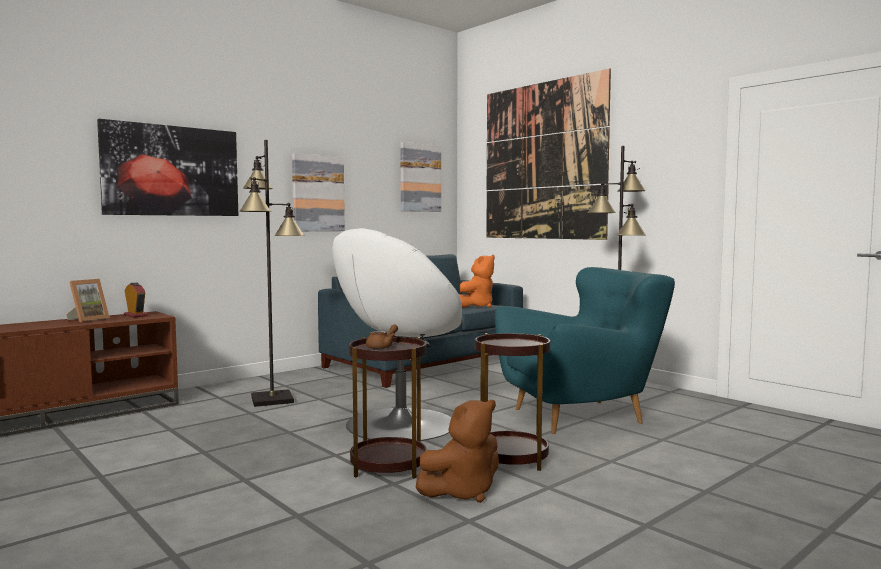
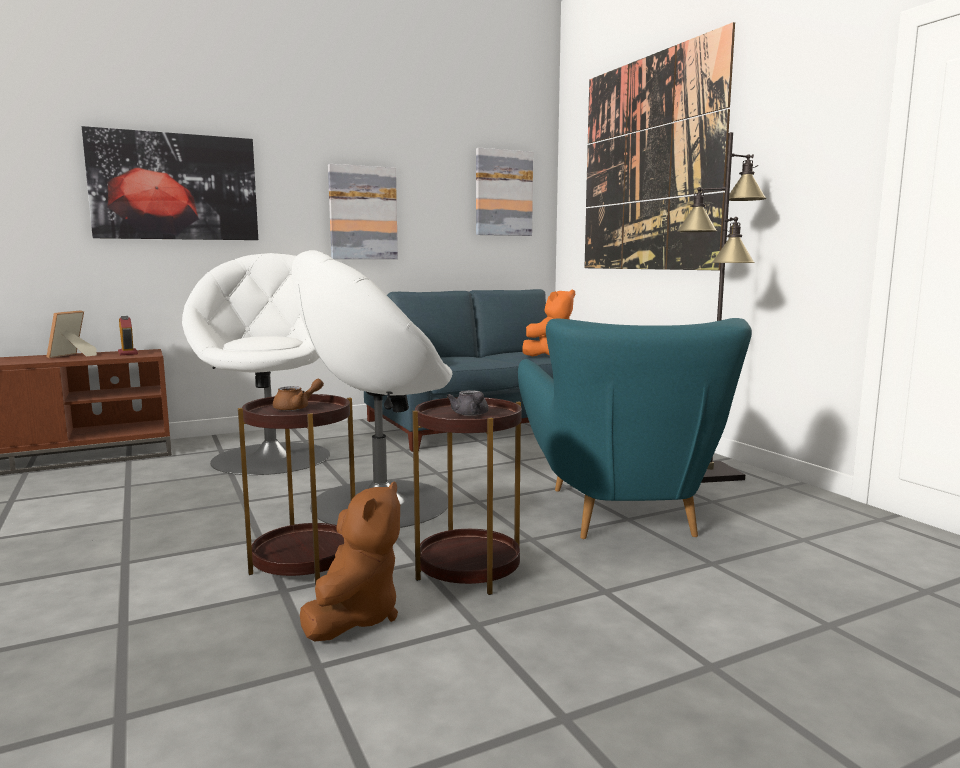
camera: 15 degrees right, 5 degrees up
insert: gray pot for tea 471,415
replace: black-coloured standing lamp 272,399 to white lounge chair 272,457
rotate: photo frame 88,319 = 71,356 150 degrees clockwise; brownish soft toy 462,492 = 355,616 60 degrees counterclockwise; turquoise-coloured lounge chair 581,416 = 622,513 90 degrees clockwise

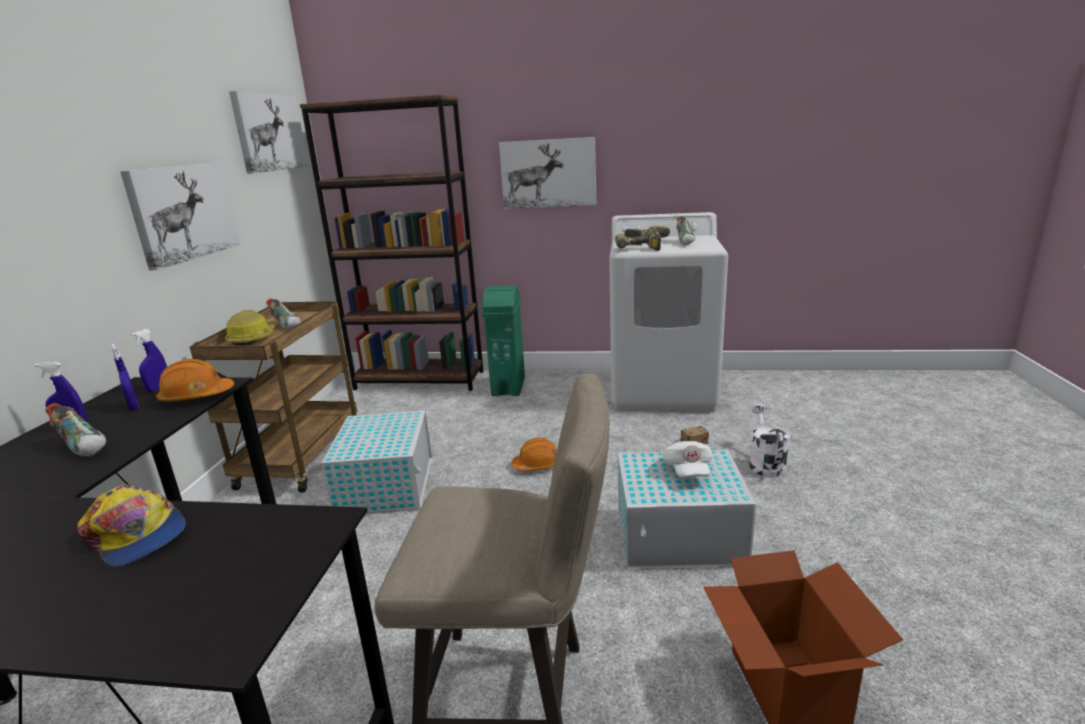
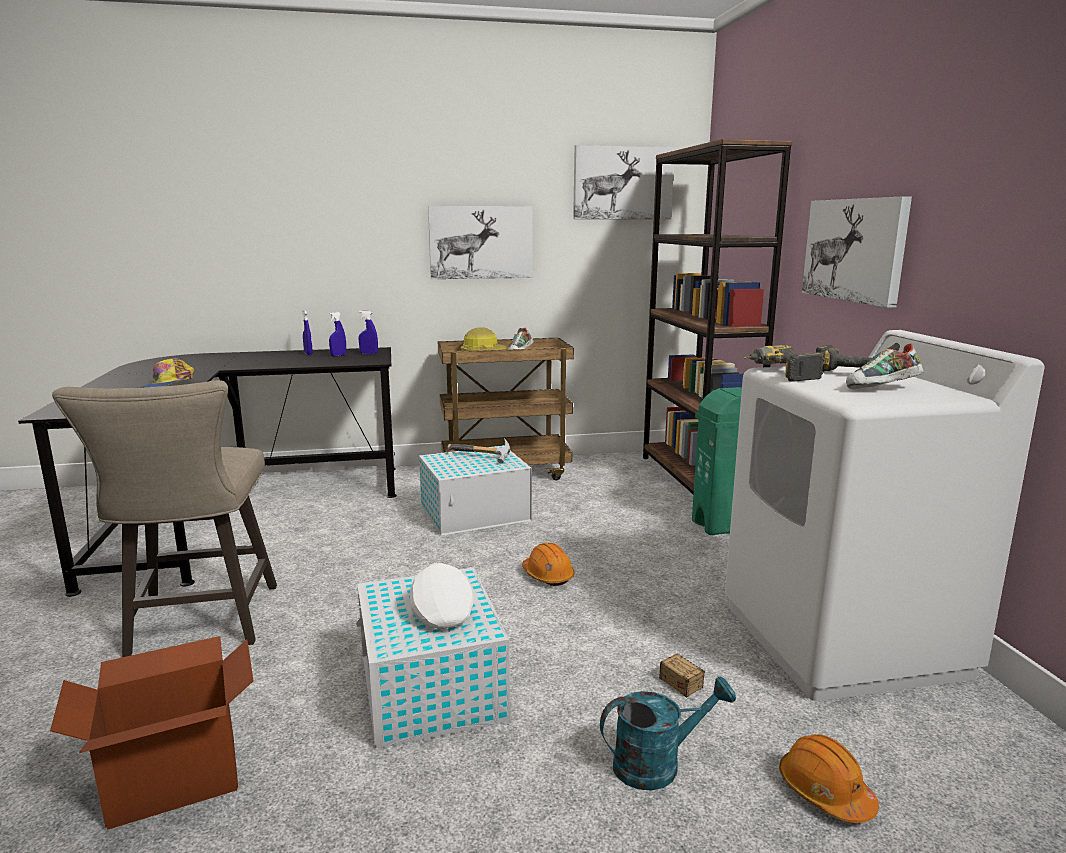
camera: 70 degrees right, 5 degrees down
delete: low shoe 85,446
insert: hand hammer 480,457
move: orange safety helmet 196,396 to 824,792
recolor: white sprinkling can 765,463 to turquoise-coloured sprinkling can 657,763
rotate: white peaked cap 687,471 = 441,612 90 degrees clockwise

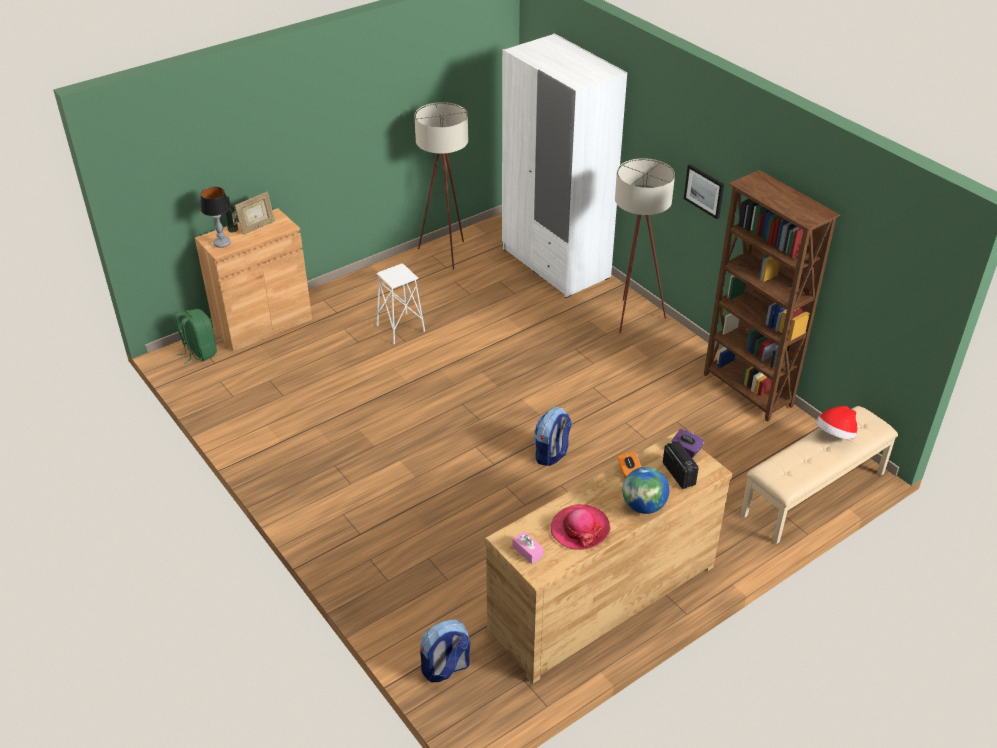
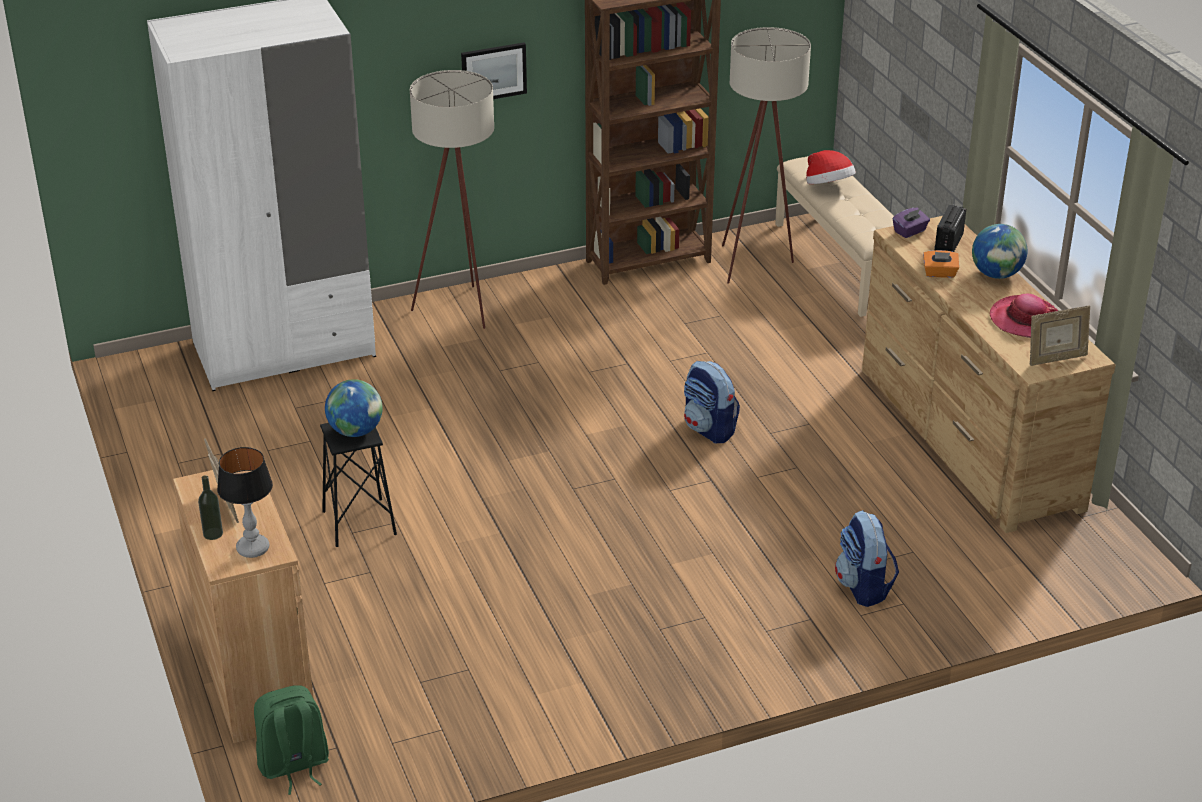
camera: 75 degrees left, 5 degrees down
insert: globe 355,431
move: beige standing lamp 446,256 to 757,264; knapsack 445,668 to 864,587
replace: pinkish tissue box 527,551 to photo frame 1056,359
recolor: white stool seat 400,328 to black-coloured stool seat 359,523
rotate: radio 678,473 = 948,244 60 degrees counterclockwise

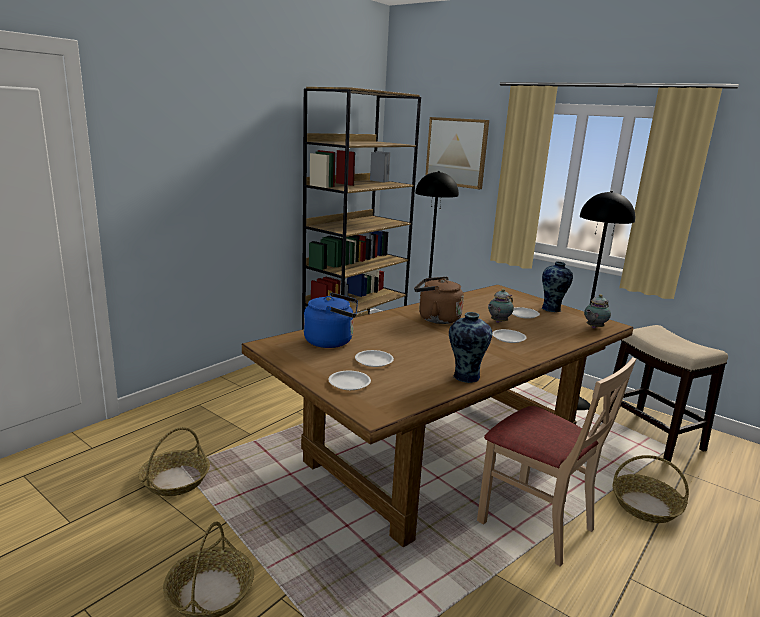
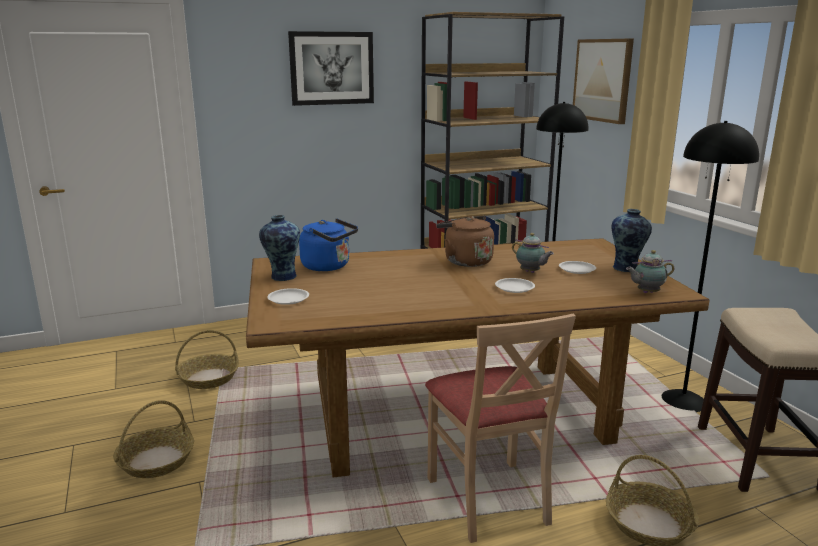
camera: 30 degrees right, 0 degrees up
delete: white dinner plate 374,361
insert: wall art 331,68
move: decorative vase 465,377 to 282,277
rotate: pot for tea 498,322 = 531,272 120 degrees counterclockwise

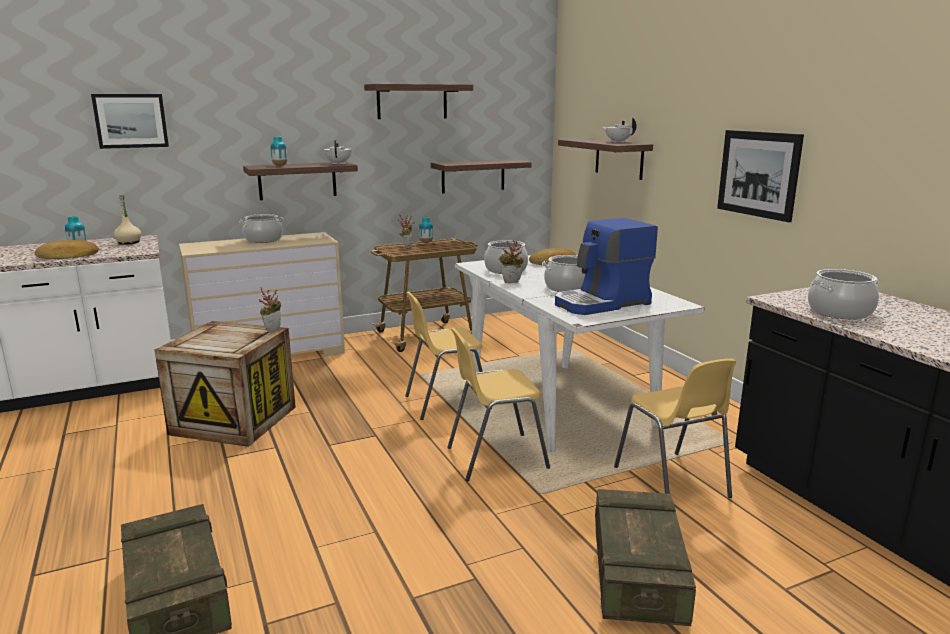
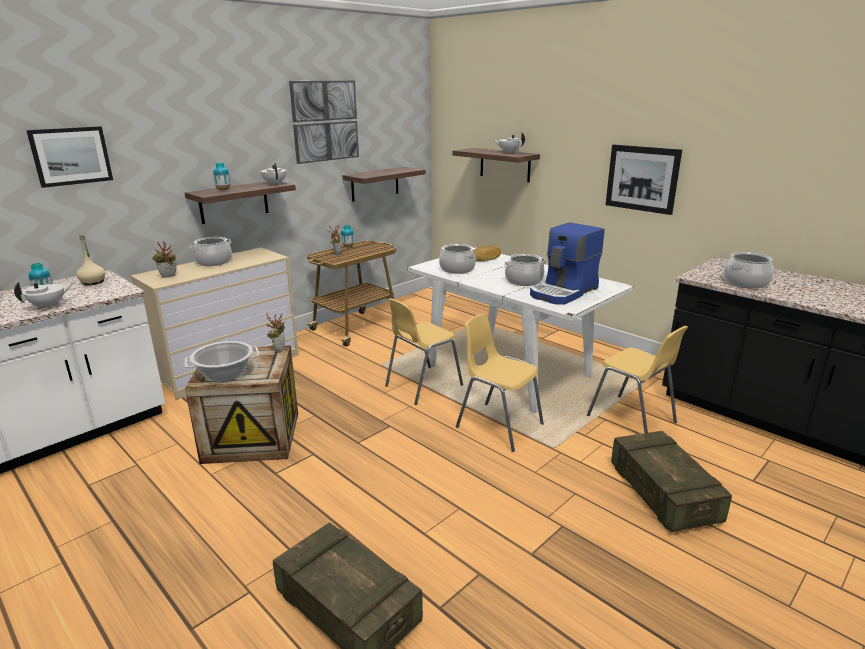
camera: 20 degrees left, 5 degrees up
insert: cooking pot 225,374
move: houseplant 511,283 to 168,277
replace: baked bread 68,256 to white pot for tea 49,306; wall shelf 412,101 to wall art 325,121
rotate: yellow-coloured plain chair 495,457 = 498,425 75 degrees clockwise

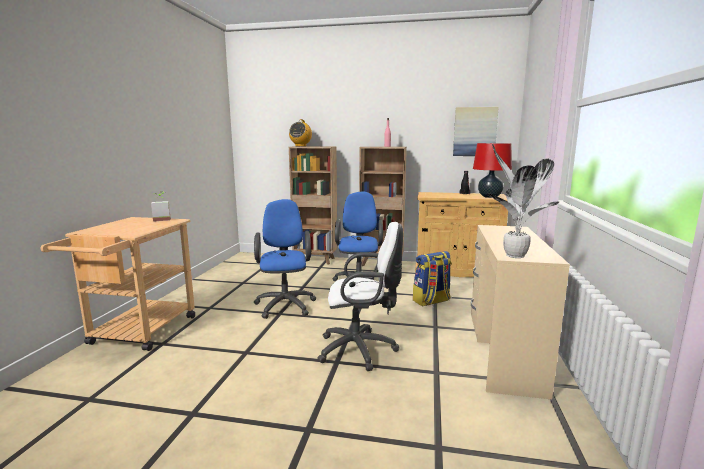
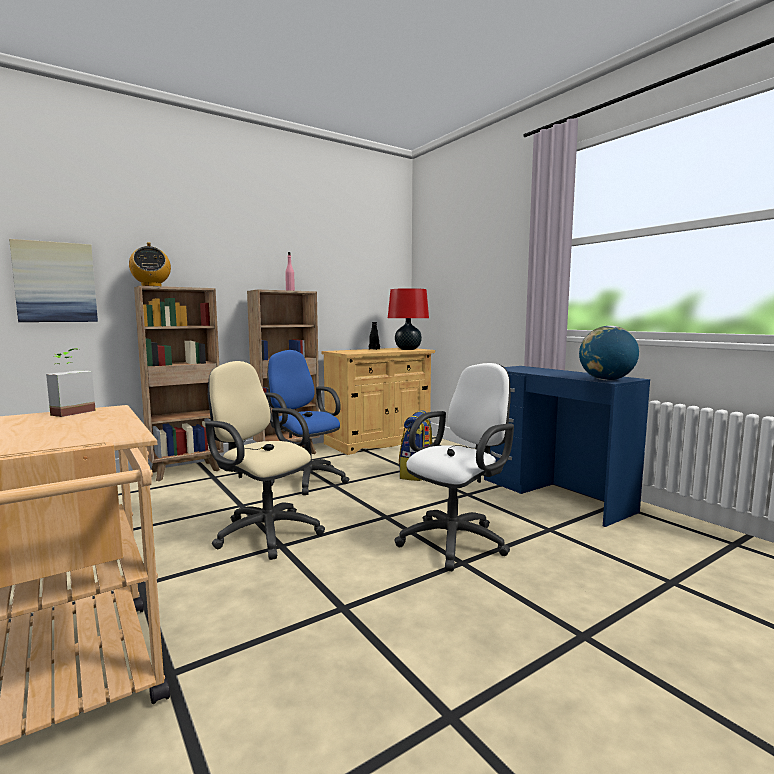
camera: 45 degrees left, 5 degrees down
move: wall art 475,132 to 55,282
replace: houseplant 513,255 to globe 606,380
recolor: blue-coloured computer chair 285,304 to beige computer chair 264,532; beige desk 504,354 to blue-coloured desk 554,495

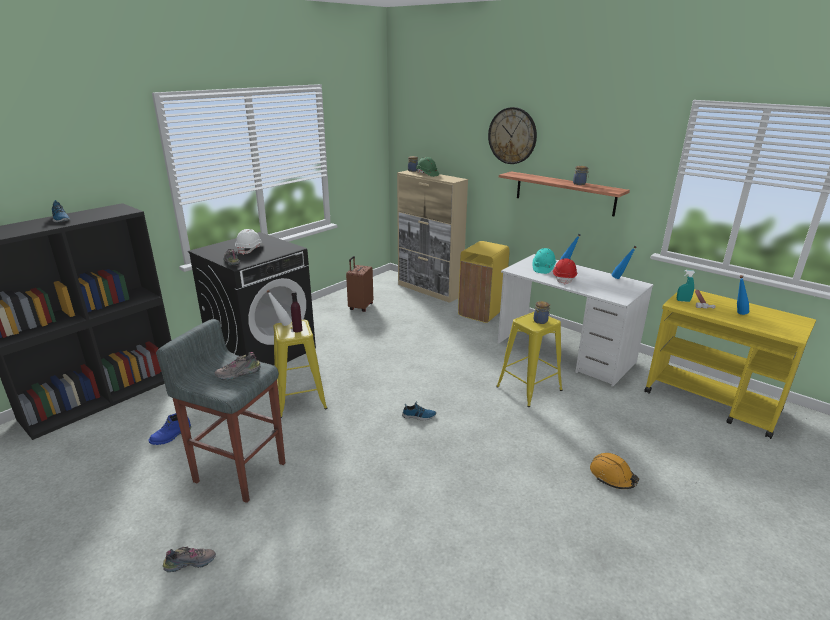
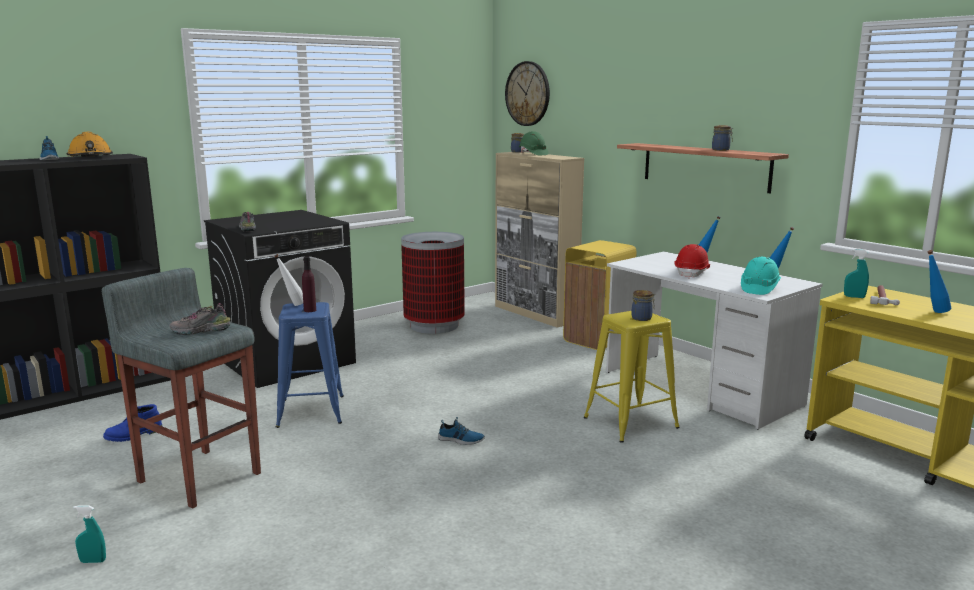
camera: 10 degrees right, 10 degrees down
delete: white safety helmet 250,249
move: wall clock 512,136 to 528,93; turquoise-coloured safety helmet 543,268 to 759,289; orange safety helmet 612,476 to 90,158
replace: low shoe 191,562 to turquoise-coloured spray bottle 93,561; brownish travel case 360,307 to rubbish bin 434,326
recolor: yellow-coloured stool seat 300,399 to blue-coloured stool seat 311,411

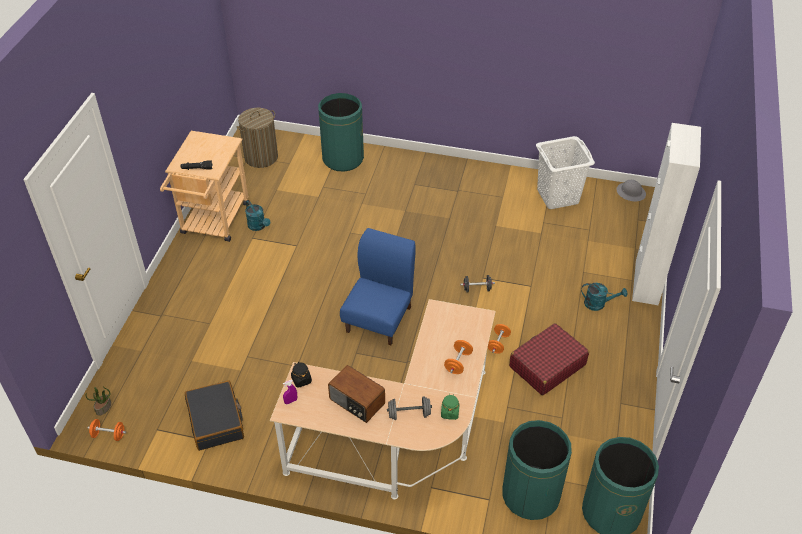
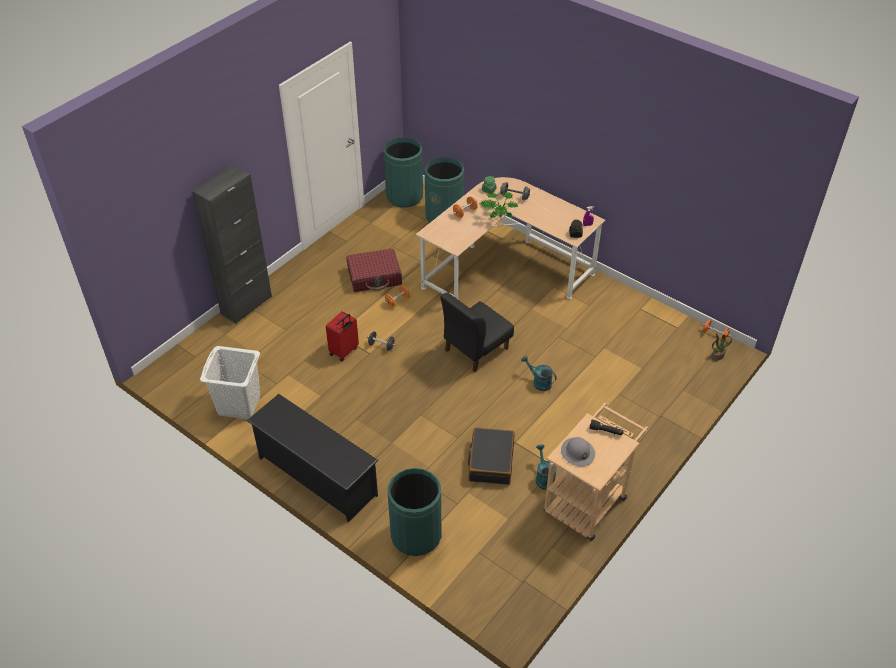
camera: 155 degrees left, 0 degrees up
delete: hamper 261,157; radio 356,402
insert: black-coloured shoe shelf 317,476; reddish travel case 344,351; houseplant 498,217
move: black-coloured travel case 216,421 to 491,461; turquoise-coloured sprinkling can 598,304 to 539,382; gray safety helmet 631,192 to 577,453
recolor: blue-coloured plain chair 379,319 to black-coloured plain chair 475,349; white cabinet 646,282 to black-coloured cabinet 246,305

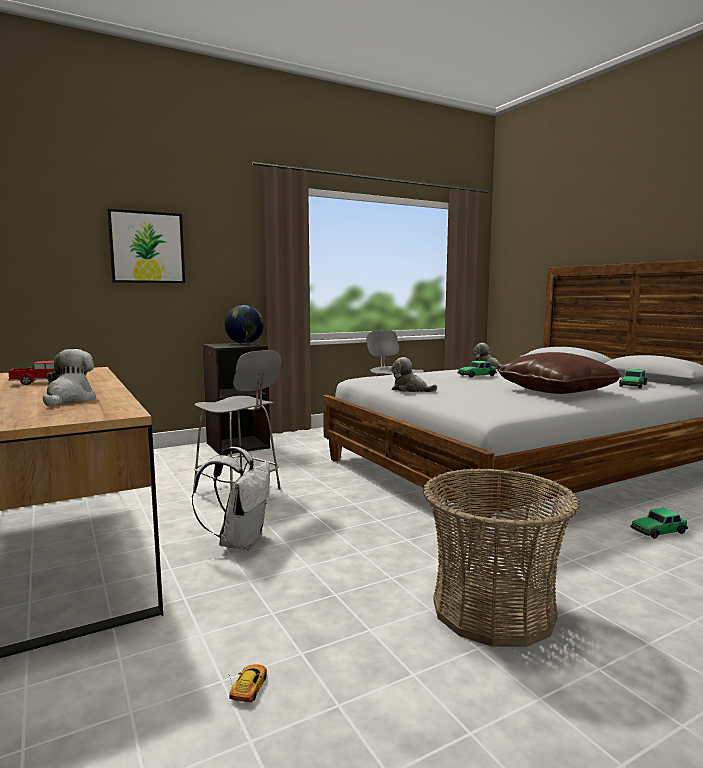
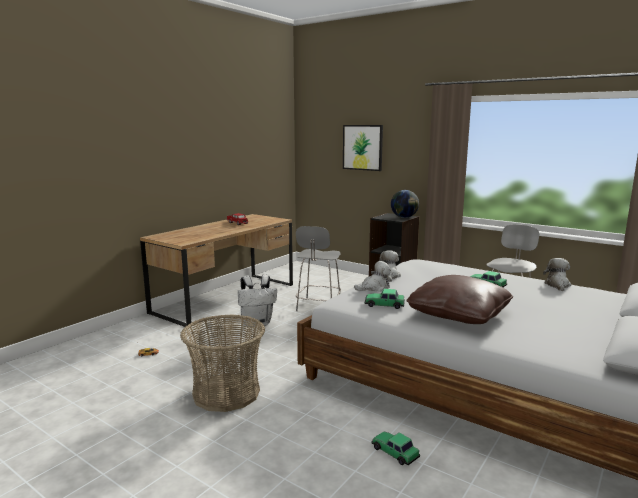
camera: 65 degrees right, 5 degrees up
move: soft toy 69,399 to 374,288; model car 632,385 to 384,304

